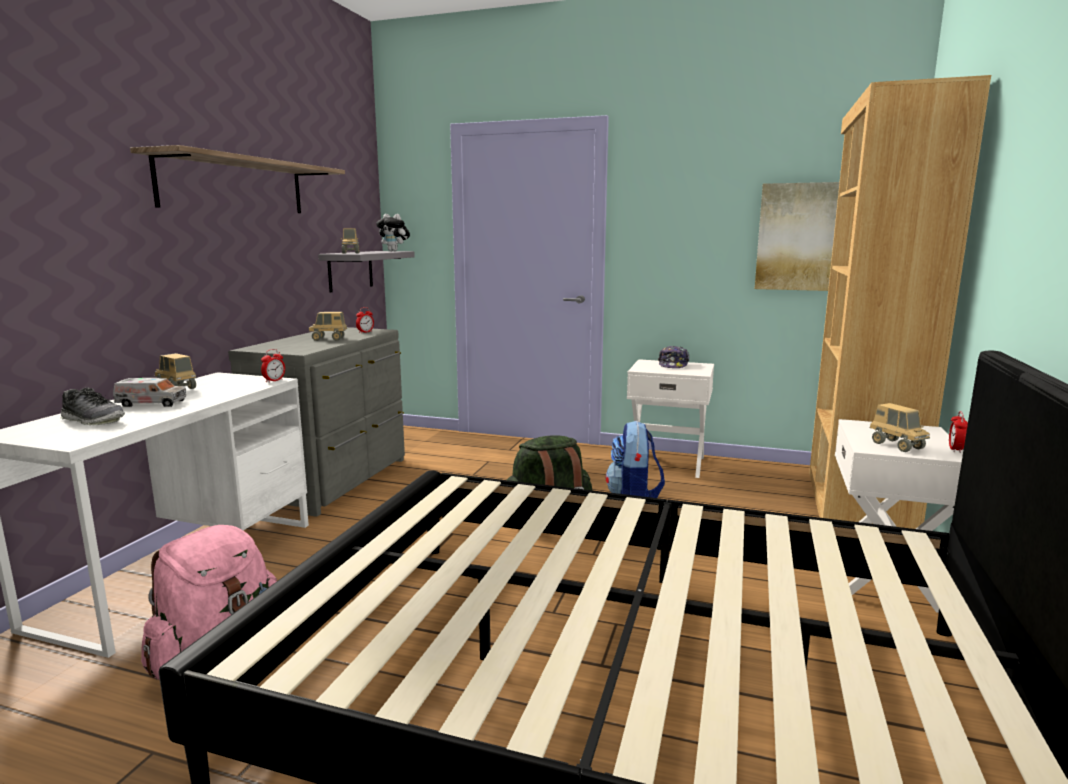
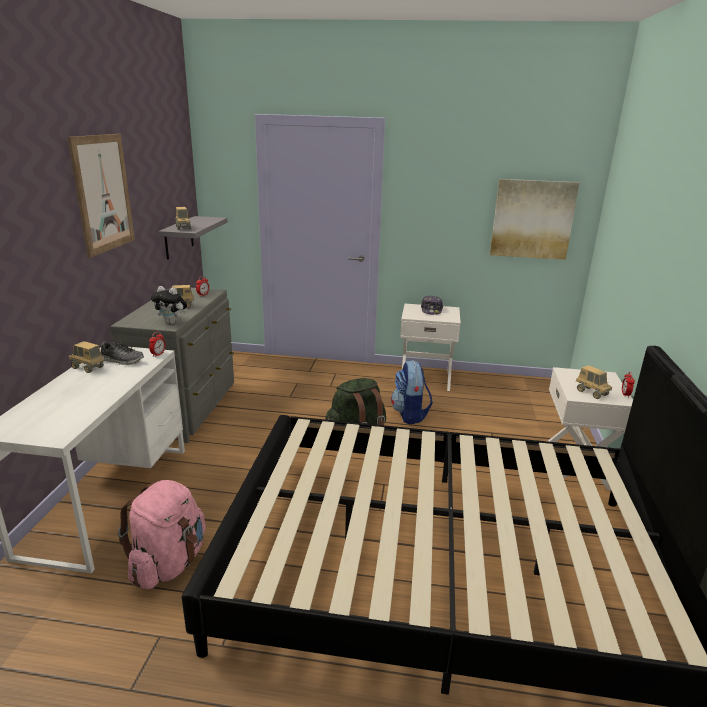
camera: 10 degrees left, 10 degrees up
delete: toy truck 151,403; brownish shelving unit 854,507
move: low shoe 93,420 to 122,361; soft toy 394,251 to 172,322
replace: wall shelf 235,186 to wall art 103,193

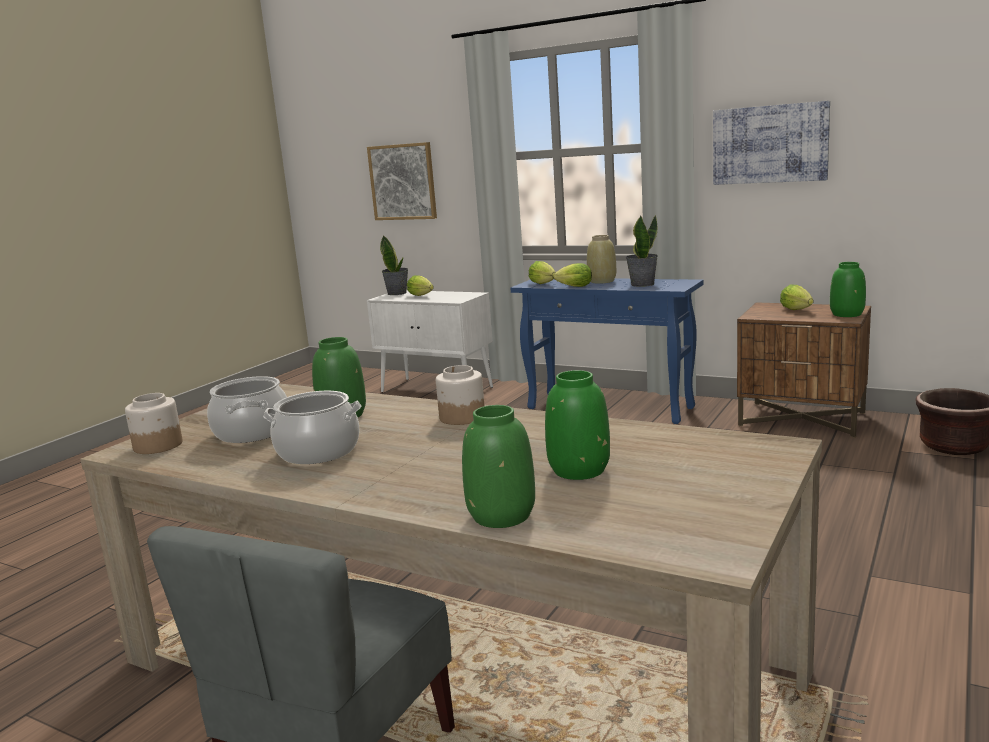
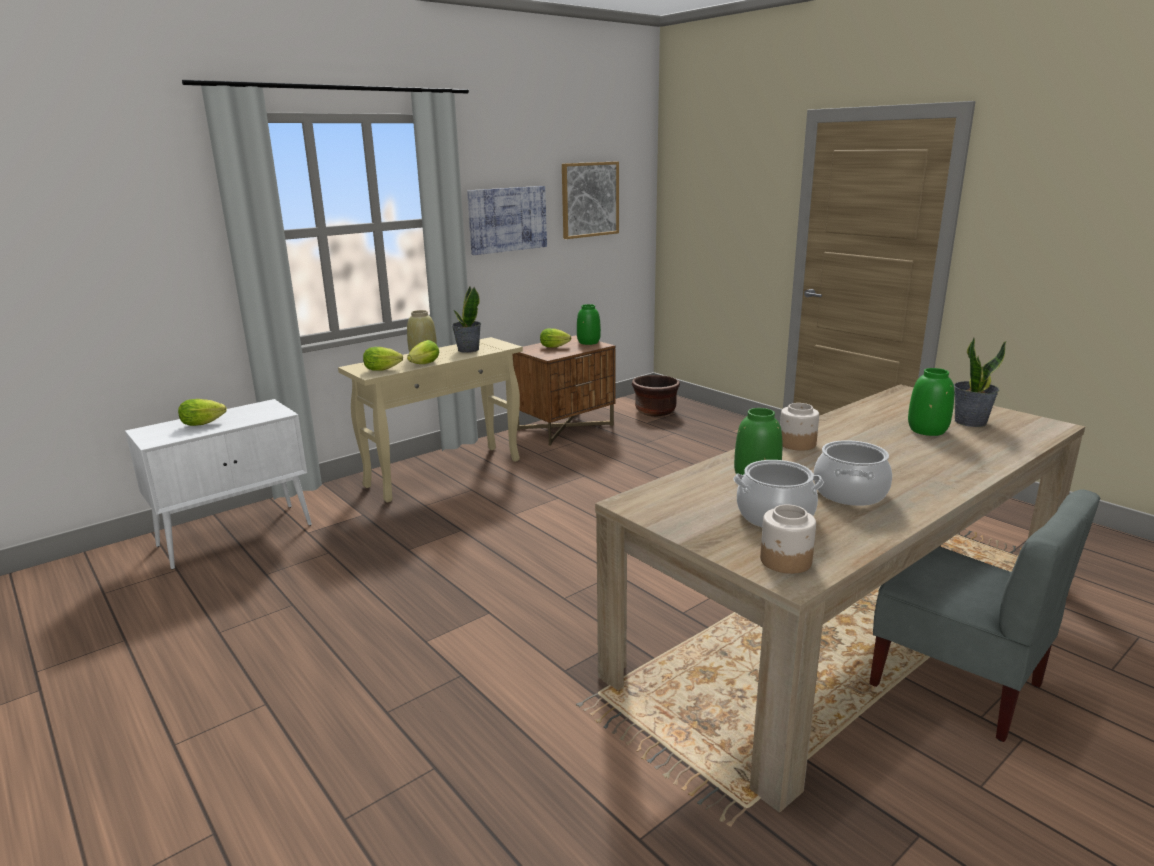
camera: 70 degrees left, 5 degrees up
delete: green-coloured decorative vase 502,516
move: wall art 403,182 to 589,199; houseplant 397,293 to 970,421
recolor: blue-coloured hall table 611,408 to beige hall table 445,472

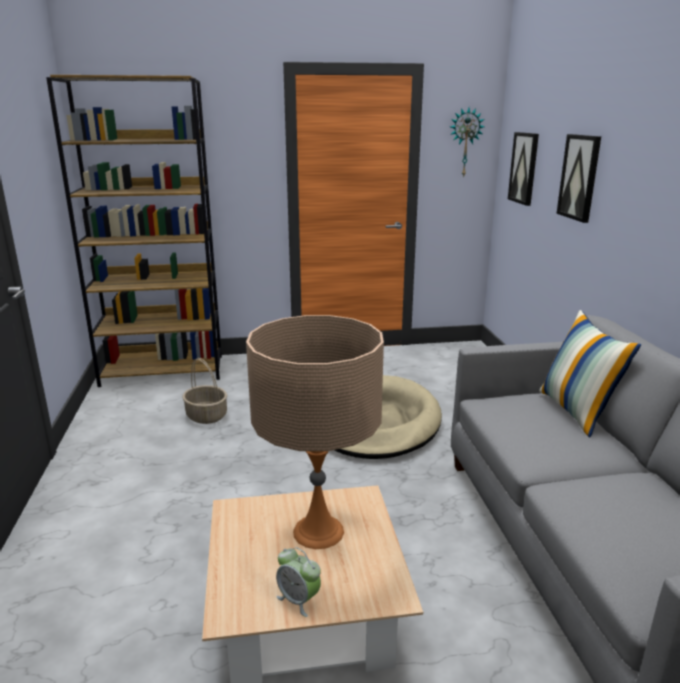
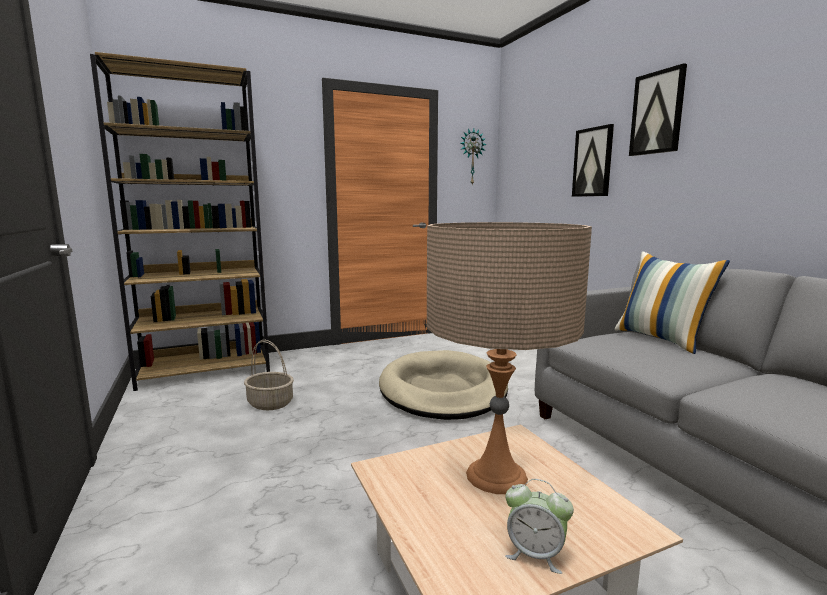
camera: 15 degrees left, 10 degrees down
move: wall art 524,168 to 657,113

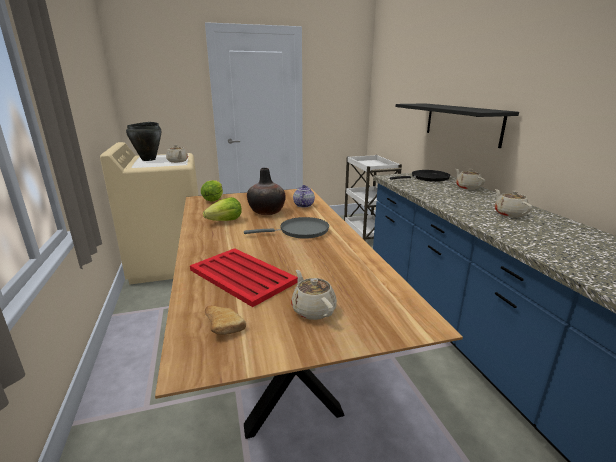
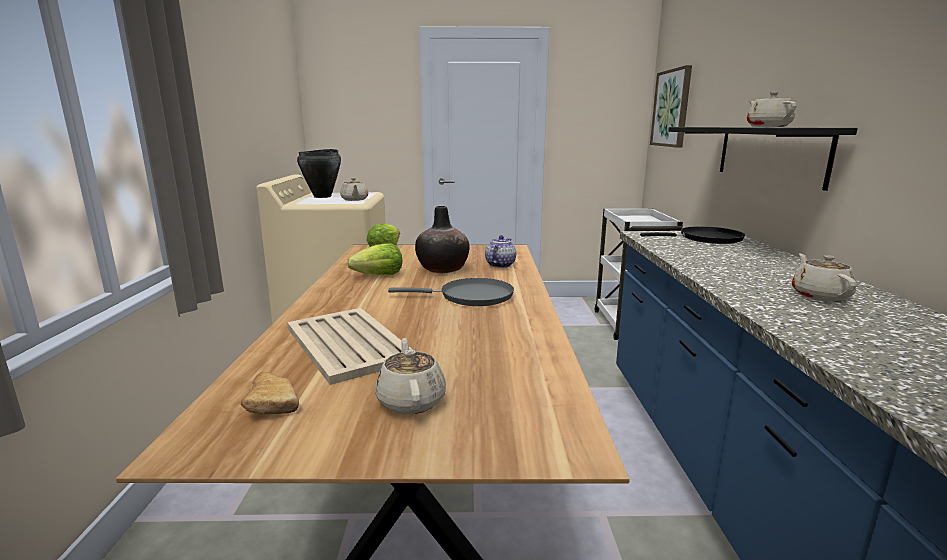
camera: 15 degrees right, 5 degrees down
insert: wall art 671,108
move: beige pot for tea 467,187 to 767,127
recolor: reddish tray 242,276 to beige tray 348,344

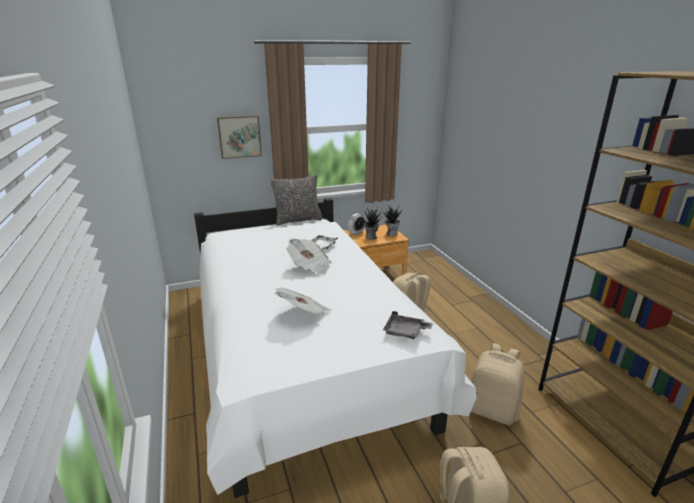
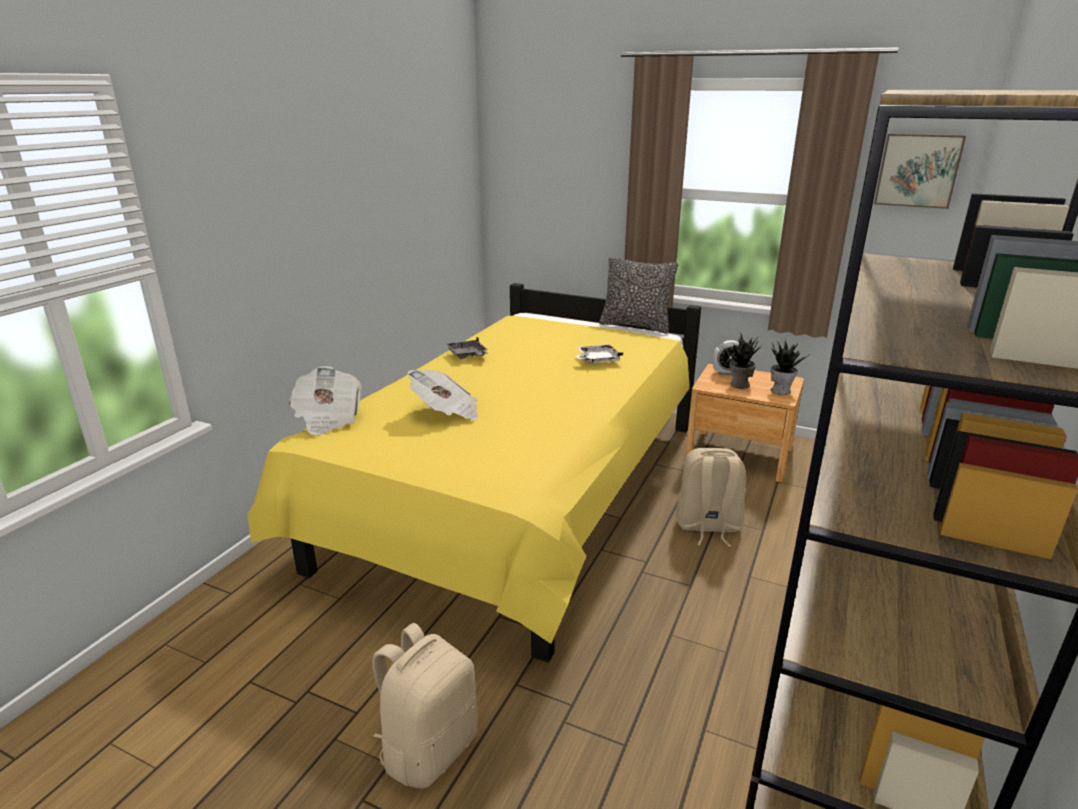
camera: 45 degrees right, 0 degrees up
delete: beige knapsack 492,410
move: wall art 239,136 to 917,170; newspaper 310,267 to 328,418; gray tray 405,332 to 468,355
recolor: white bedroom bed 302,355 to yellow-coloured bedroom bed 519,497

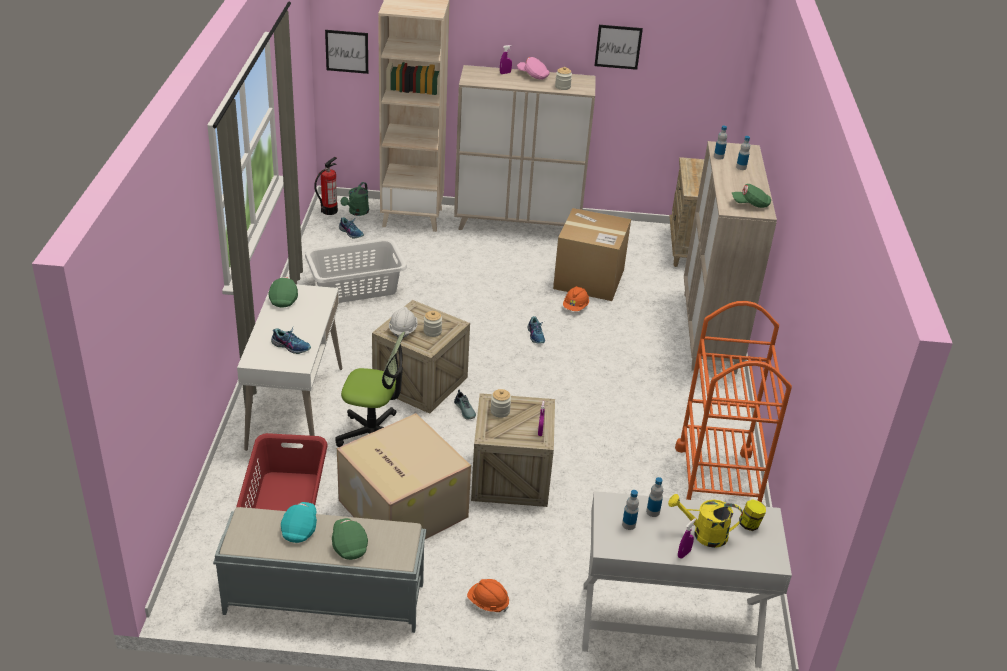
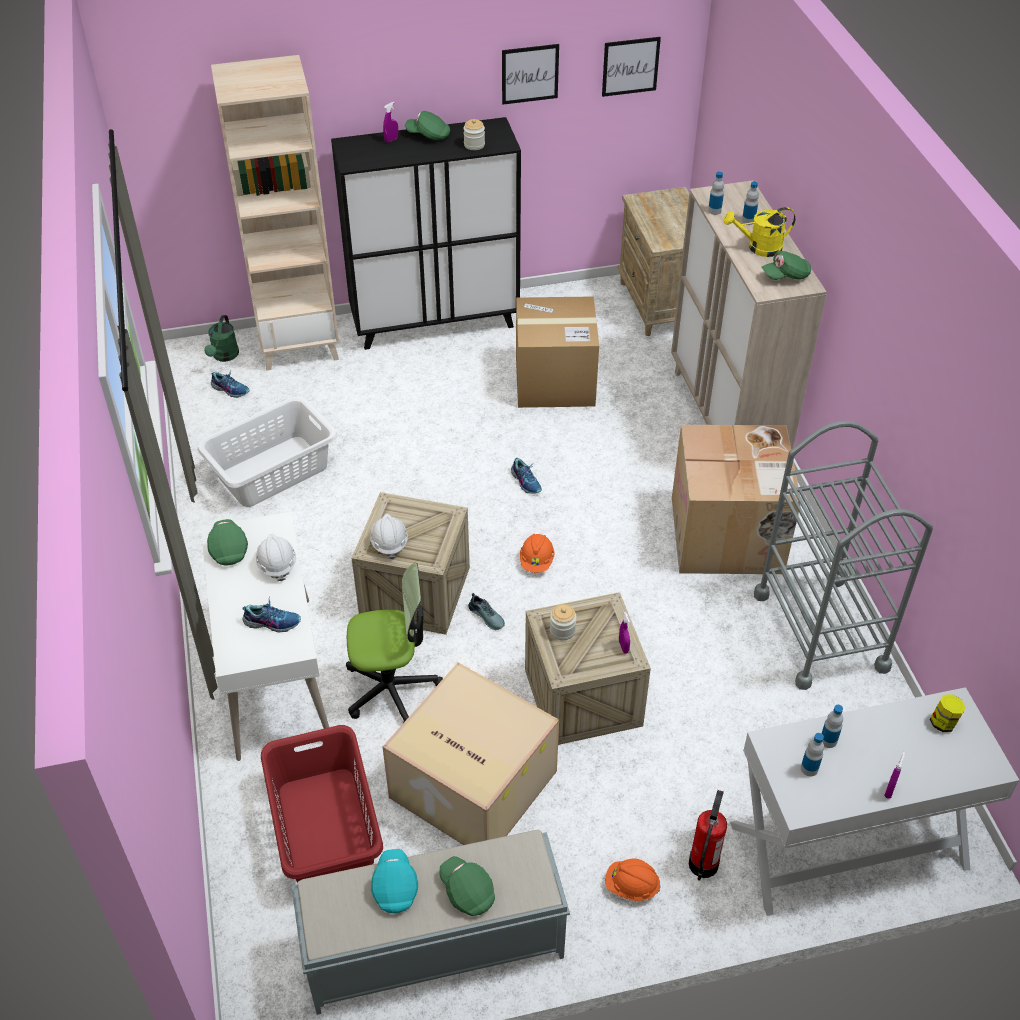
camera: 15 degrees left, 10 degrees up
delete: preserve jar 432,331
insert: white safety helmet 277,564; packing box 728,536
move: extinguisher 329,211 to 703,864; wall art 347,51 to 630,66; orange safety helmet 575,307 to 536,561; yellow-coloured sprinkling can 703,534 to 759,248
recolor: beige cabinet 518,224 to black-coloured cabinet 435,322; pinkish peaked cap 533,75 to green-coloured peaked cap 428,135; orange wheeled cart 717,482 to gray wheeled cart 820,631

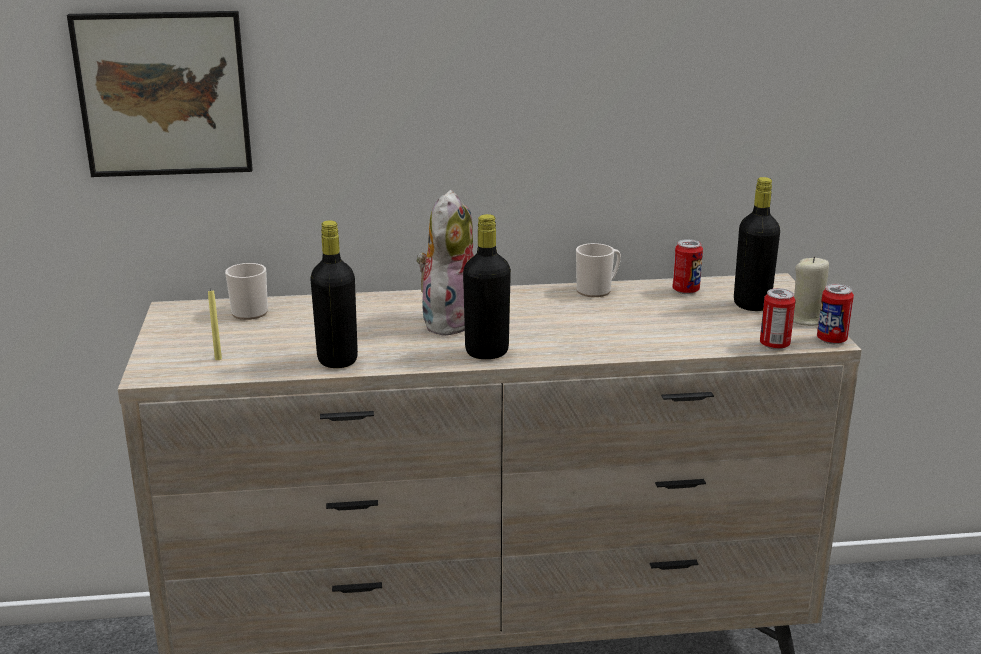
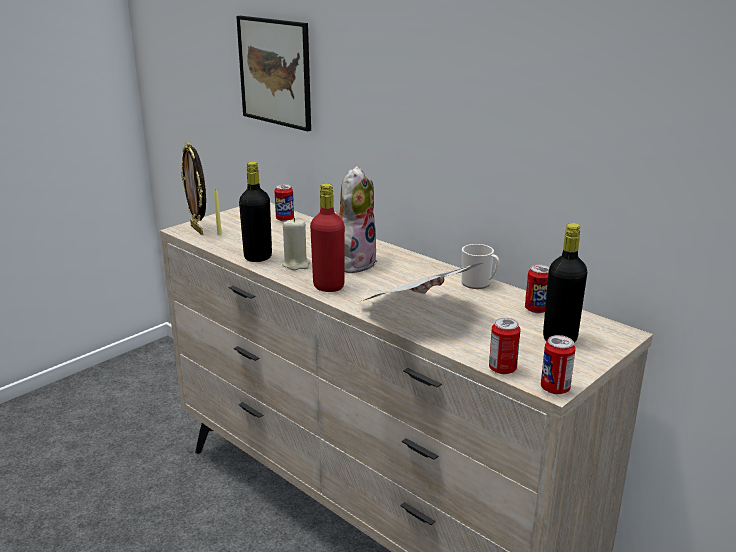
camera: 50 degrees right, 0 degrees up
insert: photo frame 198,229; newspaper 418,312
move: beige candle 807,319 to 296,264
replace: coffee mug 251,310 to sealed can 285,219
recolor: black-coloured bottle 487,352 to reddish bottle 328,286
rotate: soft toy 447,320 = 354,262 45 degrees counterclockwise

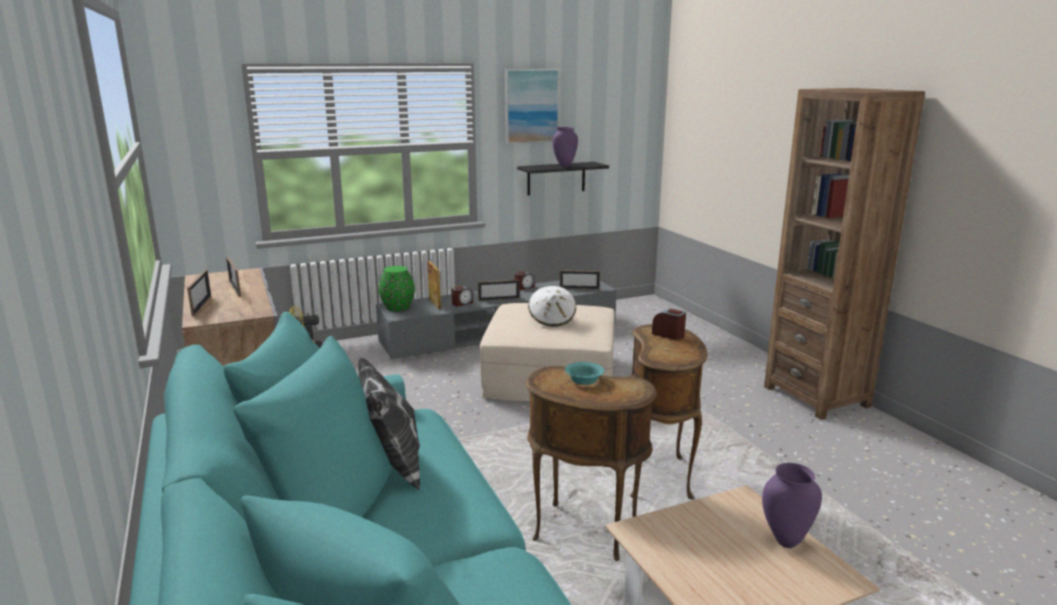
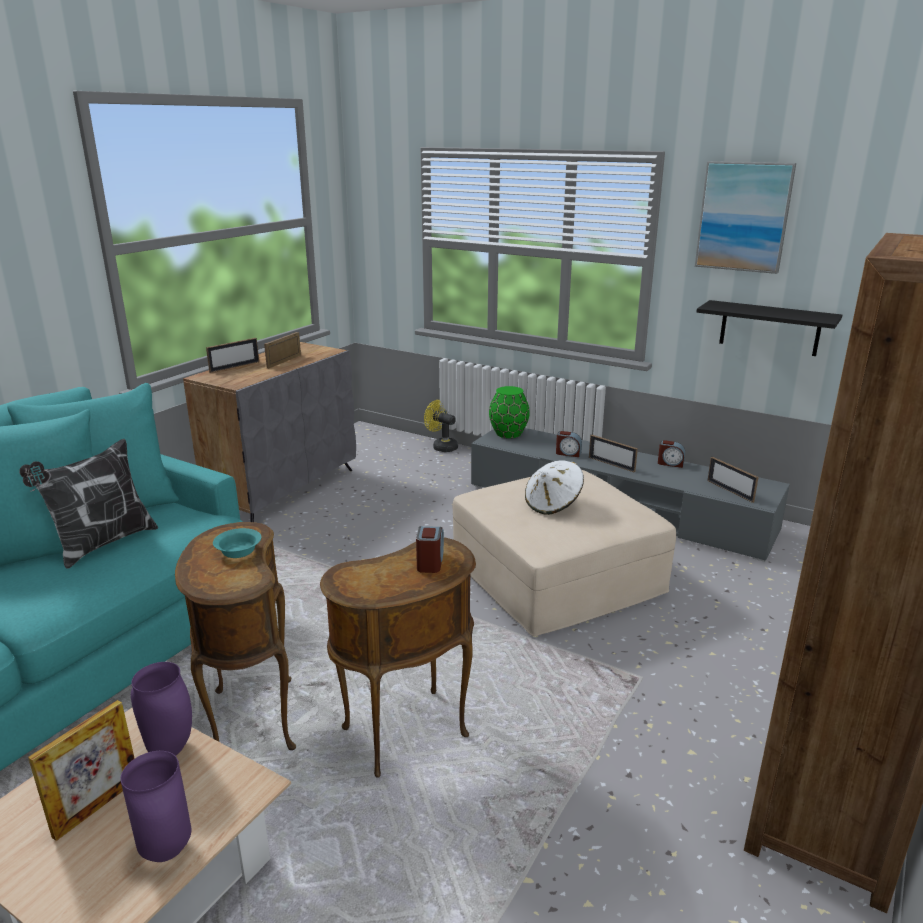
camera: 55 degrees right, 5 degrees up
move: photo frame 434,303 to 97,807; purple-coloured decorative vase 564,166 to 172,750

